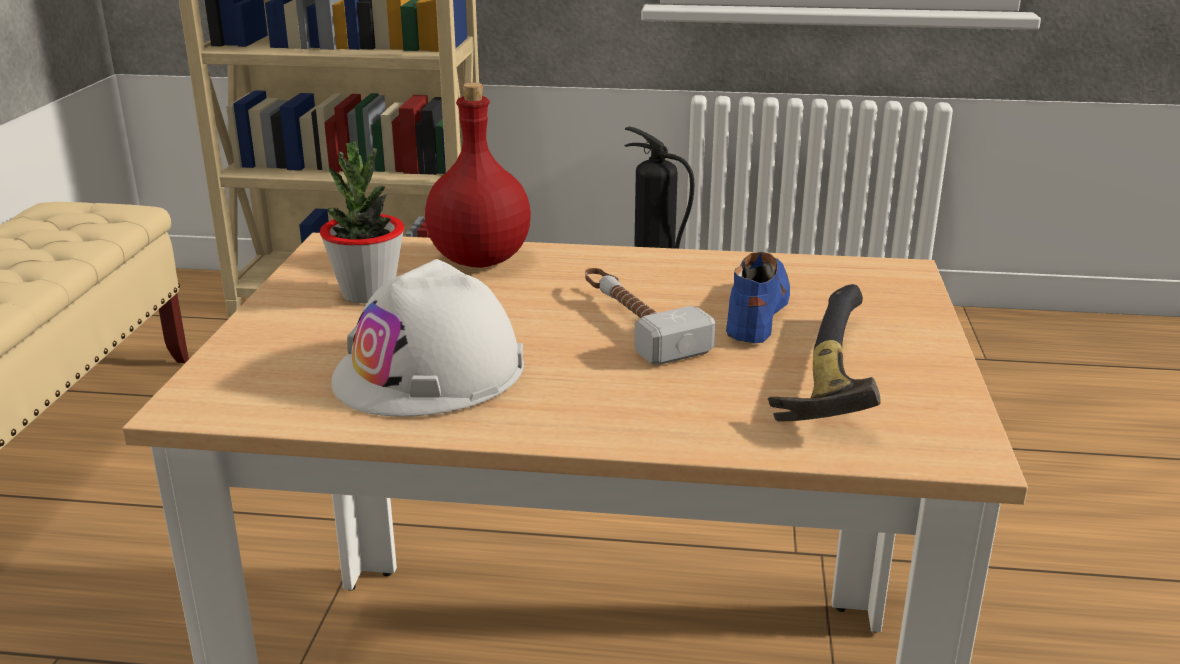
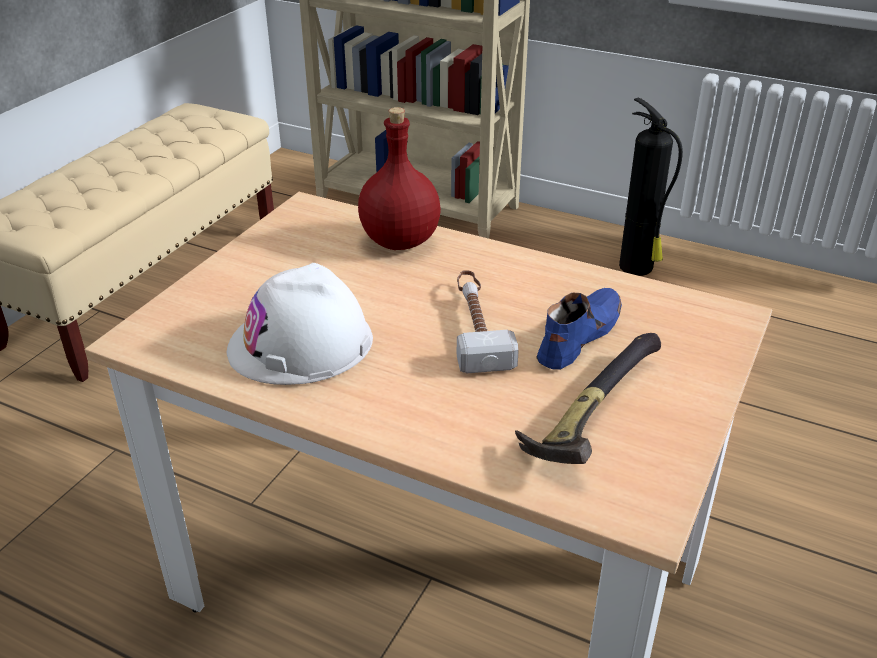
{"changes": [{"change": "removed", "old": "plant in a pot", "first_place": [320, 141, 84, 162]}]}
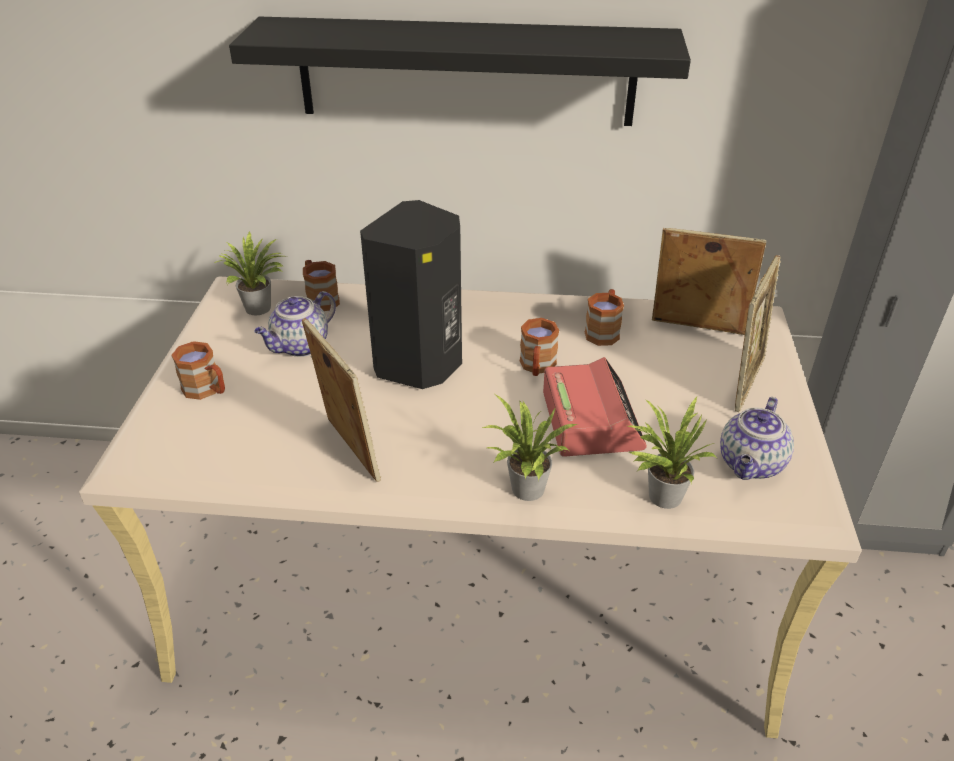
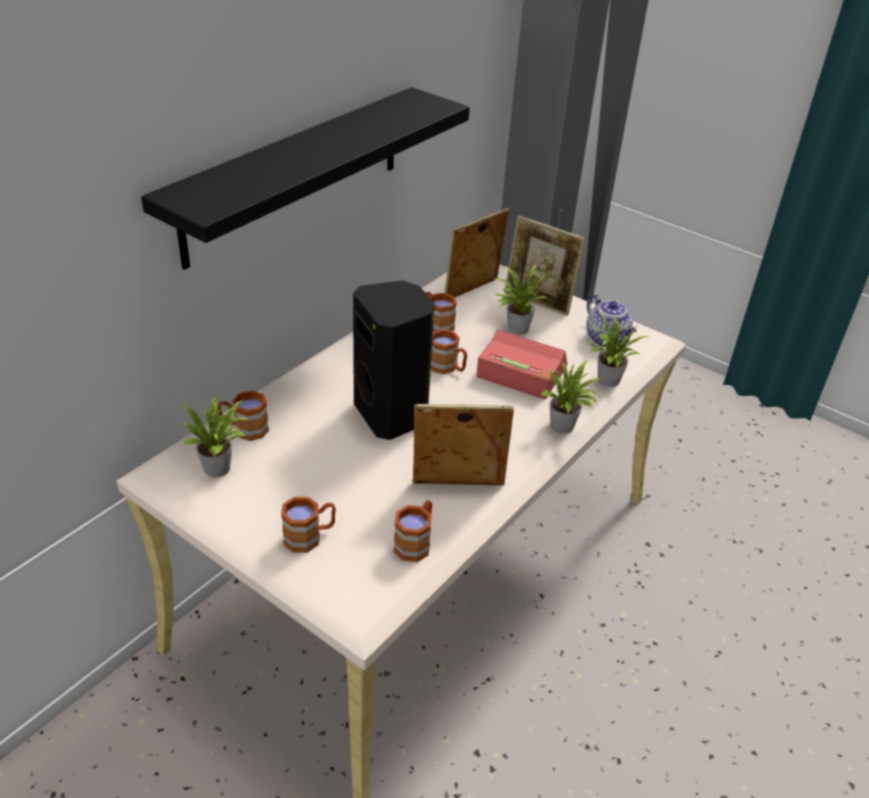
{"changes": [{"change": "removed", "old": "tea pot", "first_place": [254, 291, 82, 66]}, {"change": "added", "new": "tea mug in brown", "second_place": [393, 500, 39, 62]}, {"change": "added", "new": "plant in a pot", "second_place": [494, 264, 54, 71]}, {"change": "turned", "old": "photo frame", "first_place": [735, 255, 46, 157], "second_place": [504, 216, 82, 100], "degrees": 150}]}
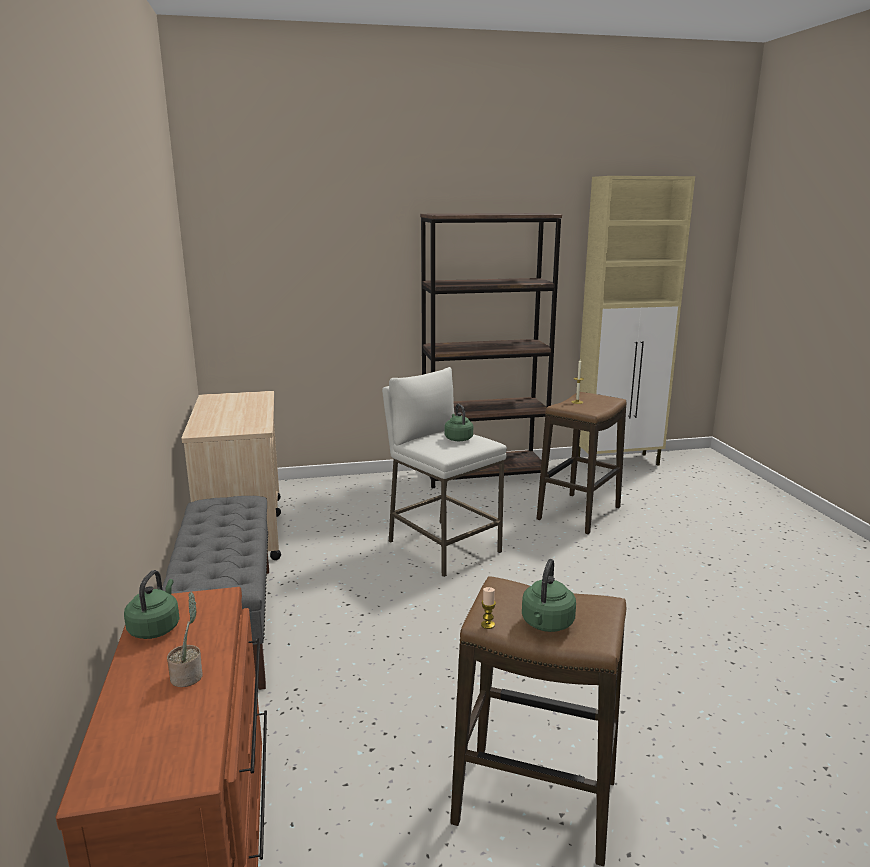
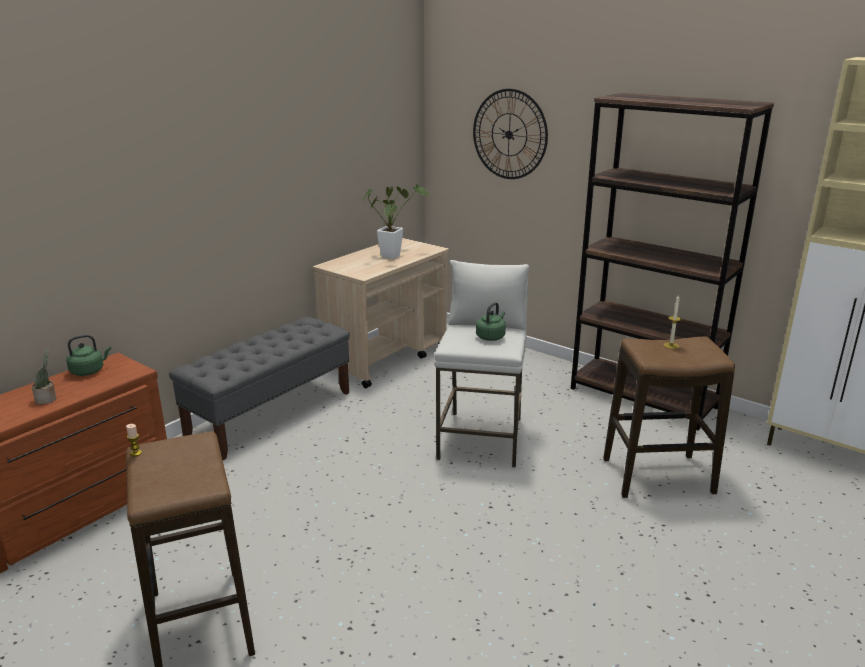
{"changes": [{"change": "removed", "old": "tea kettle in greenish", "first_place": [522, 559, 54, 73]}, {"change": "added", "new": "plant in a pot", "second_place": [363, 184, 66, 75]}, {"change": "added", "new": "hanging clock", "second_place": [473, 89, 75, 90]}]}
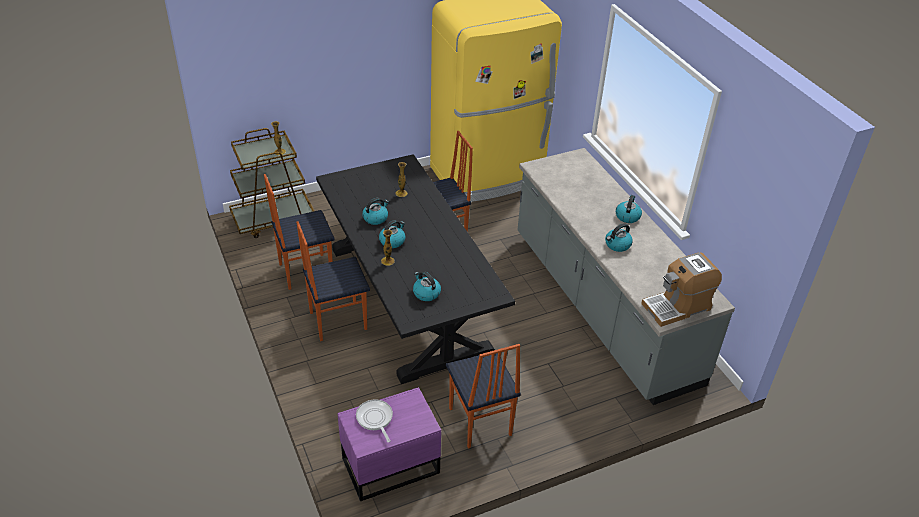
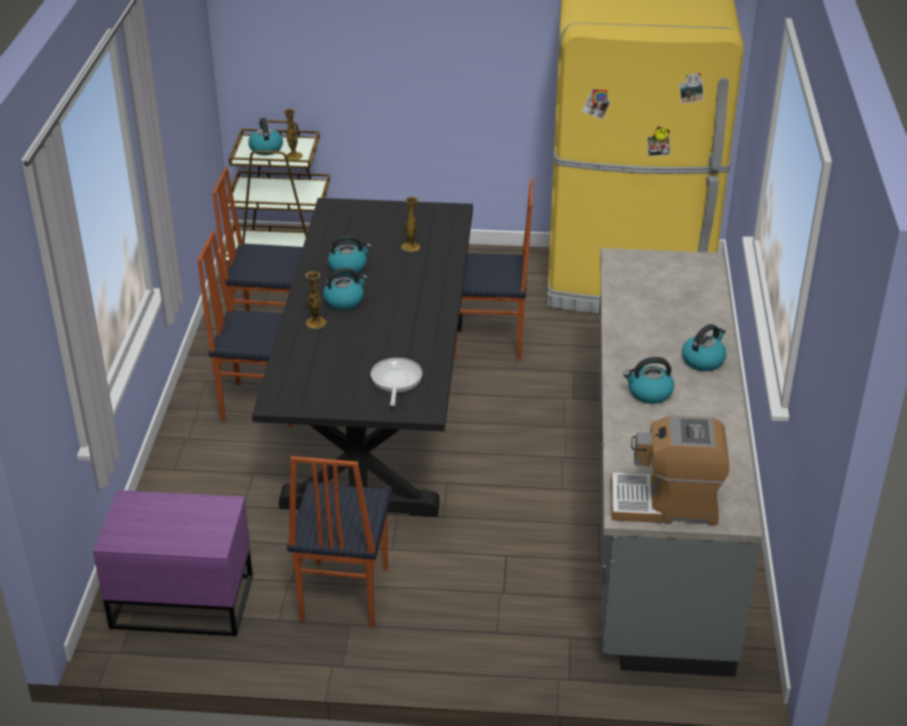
{"changes": [{"change": "moved", "old": "pan", "first_place": [356, 399, 37, 43], "second_place": [371, 358, 51, 48]}, {"change": "moved", "old": "tea kettle", "first_place": [413, 271, 28, 30], "second_place": [248, 118, 35, 37]}]}
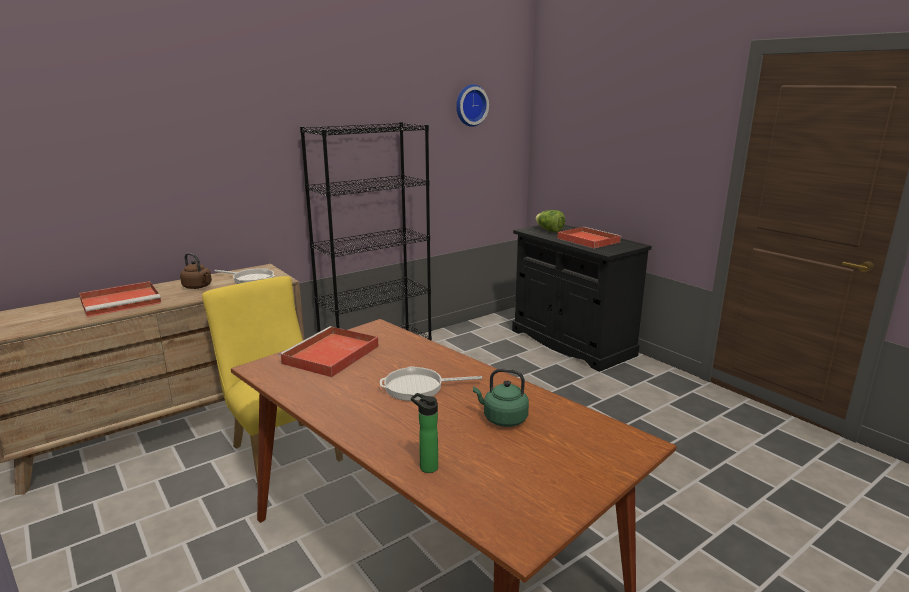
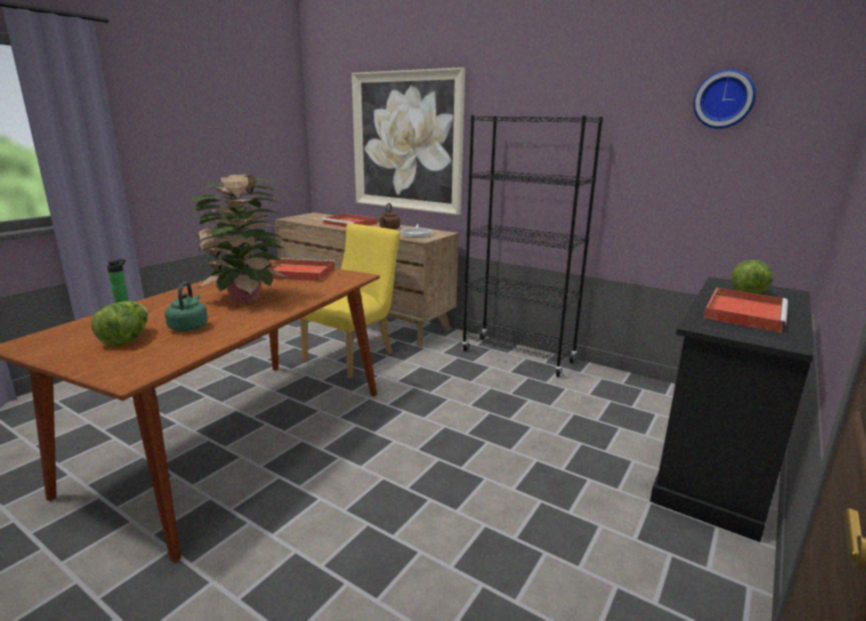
{"changes": [{"change": "added", "new": "lettuce head", "second_place": [91, 301, 57, 46]}, {"change": "added", "new": "wall picture", "second_place": [352, 67, 113, 148]}, {"change": "replaced", "old": "pan", "new": "plant in a pot", "first_place": [380, 366, 102, 35], "second_place": [190, 174, 100, 129]}]}
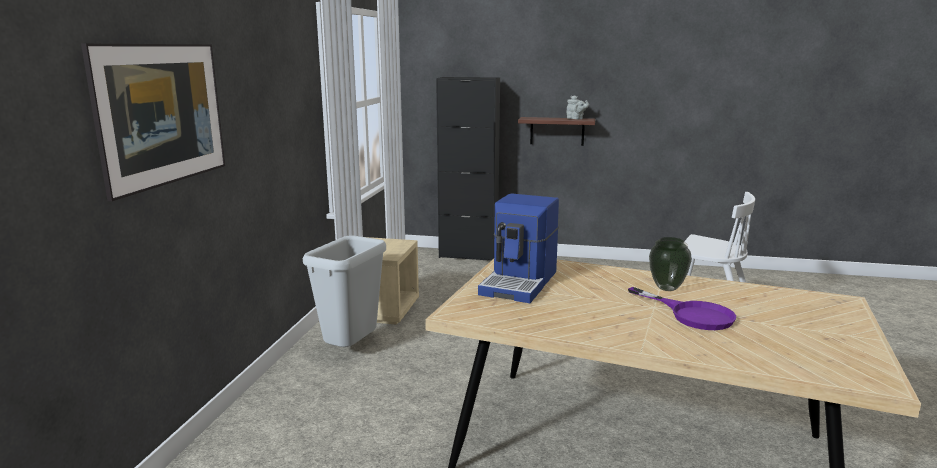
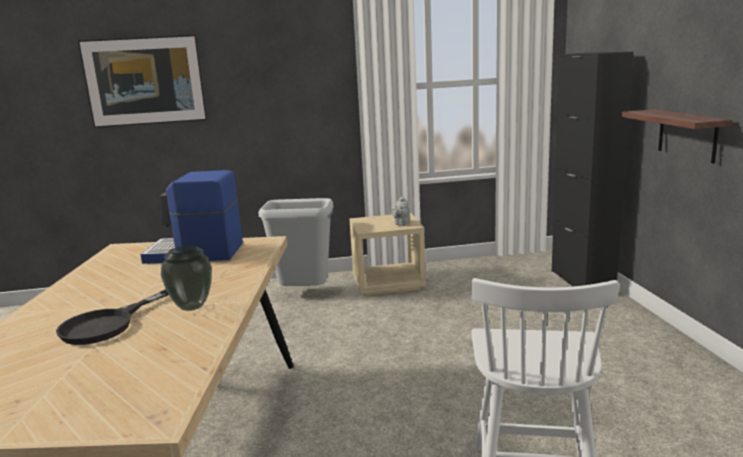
{"changes": [{"change": "moved", "old": "tea pot in gray", "first_place": [566, 95, 23, 24], "second_place": [391, 196, 19, 30]}, {"change": "recoloured", "old": "pan in purple-coloured", "new": "pan in black", "first_place": [628, 287, 108, 43], "second_place": [56, 289, 113, 56]}]}
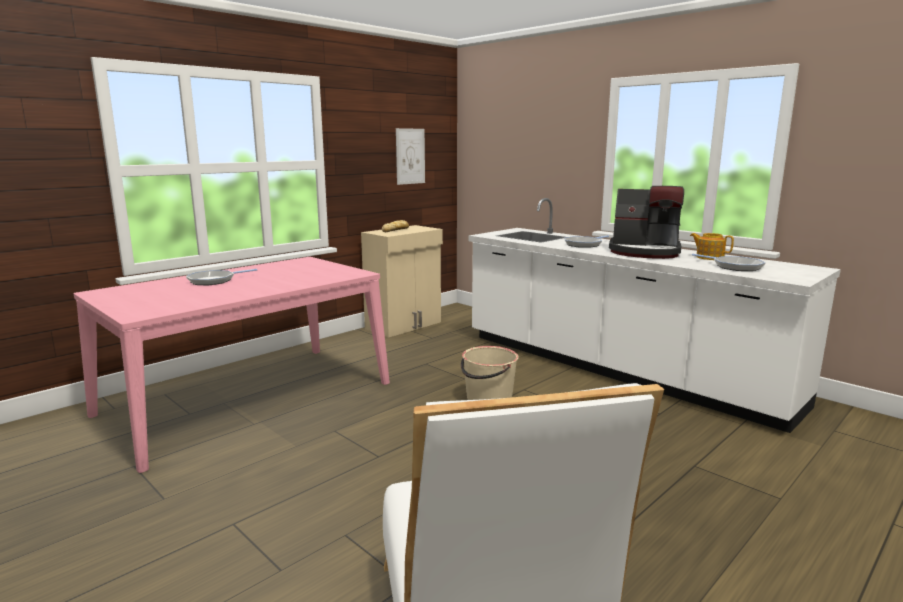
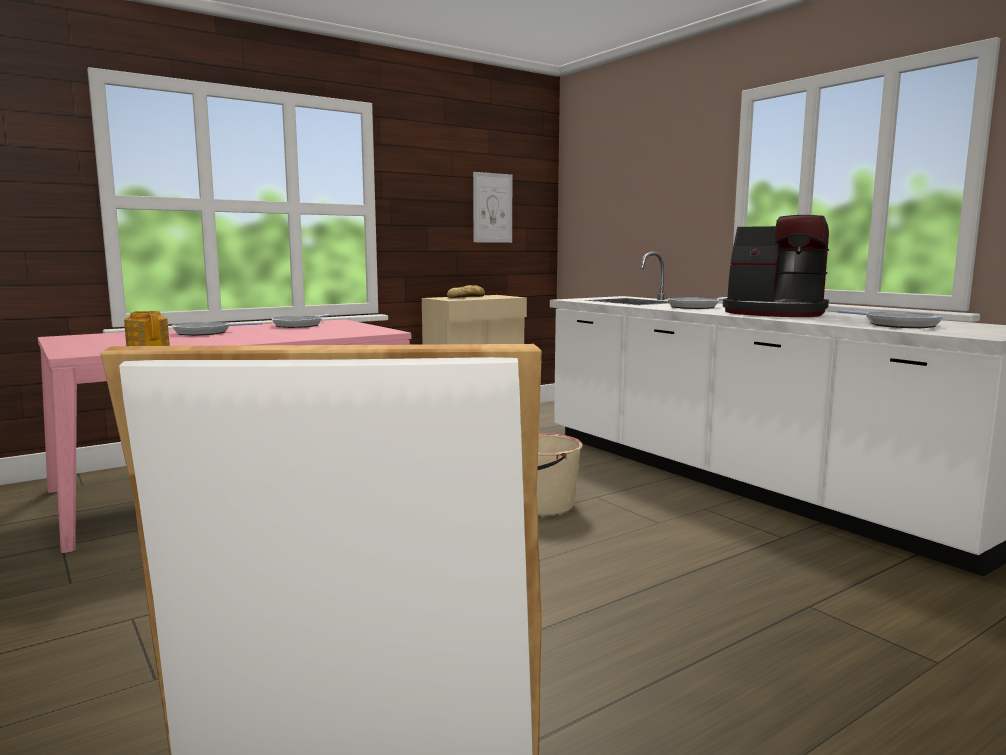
{"changes": [{"change": "added", "new": "pan", "second_place": [272, 314, 59, 14]}, {"change": "moved", "old": "tea pot", "first_place": [690, 233, 44, 27], "second_place": [124, 311, 46, 35]}]}
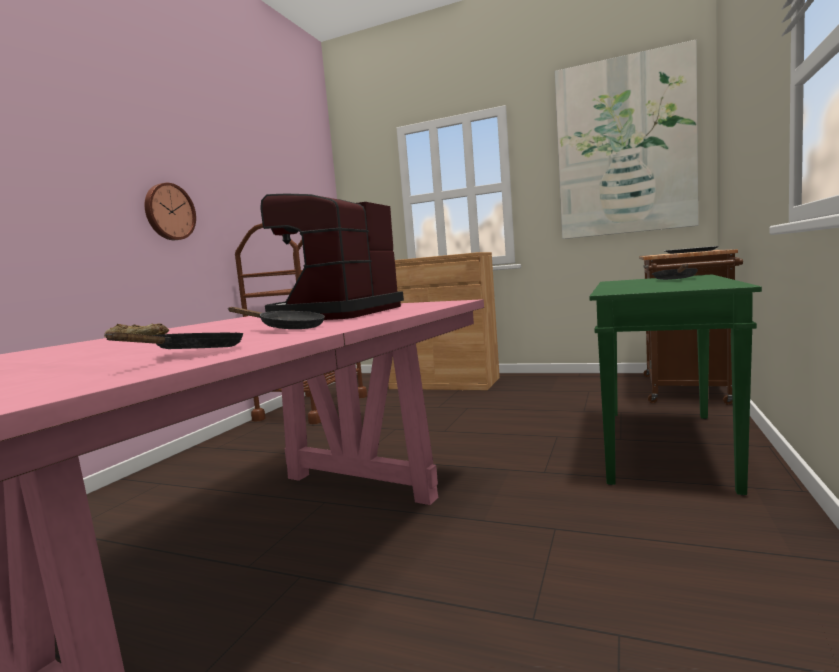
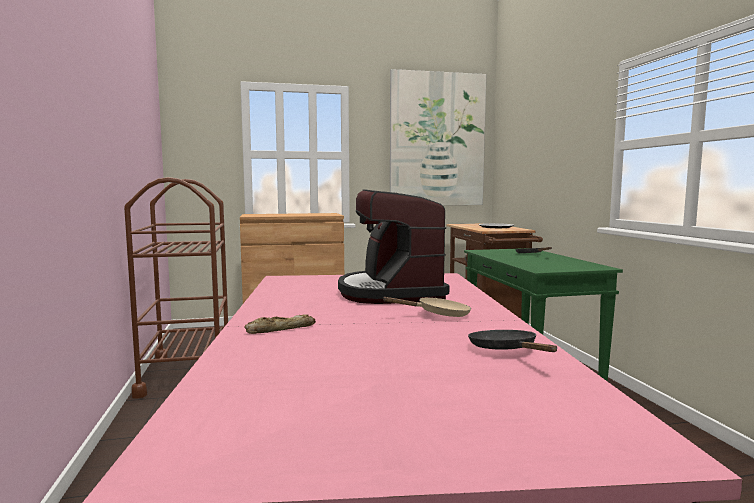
{"changes": [{"change": "removed", "old": "hanging clock", "first_place": [145, 183, 51, 57]}, {"change": "recoloured", "old": "pan in black", "new": "pan in beige-coloured", "first_place": [228, 307, 97, 22], "second_place": [383, 297, 88, 20]}]}
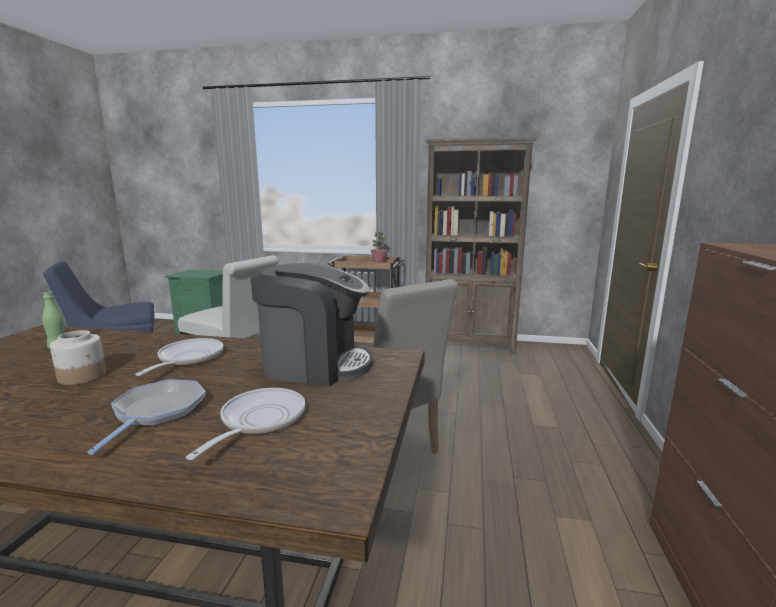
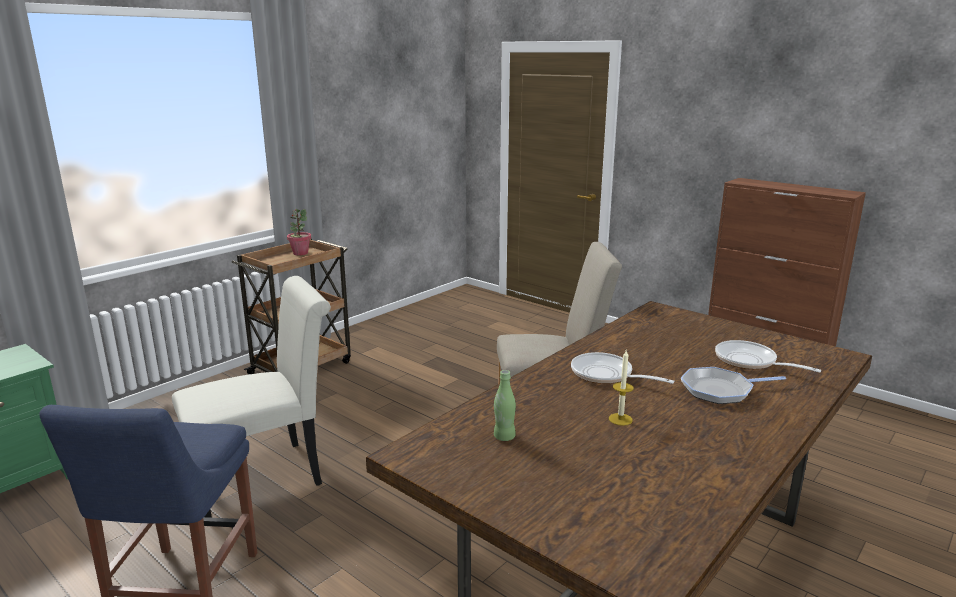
{"changes": [{"change": "removed", "old": "coffee maker", "first_place": [251, 263, 123, 123]}, {"change": "removed", "old": "bookcase in brown", "first_place": [425, 137, 112, 216]}, {"change": "replaced", "old": "storage jar", "new": "candle", "first_place": [50, 330, 56, 55], "second_place": [609, 350, 25, 76]}, {"change": "turned", "old": "pan", "first_place": [87, 379, 119, 76], "second_place": [681, 367, 105, 37], "degrees": -45}]}
